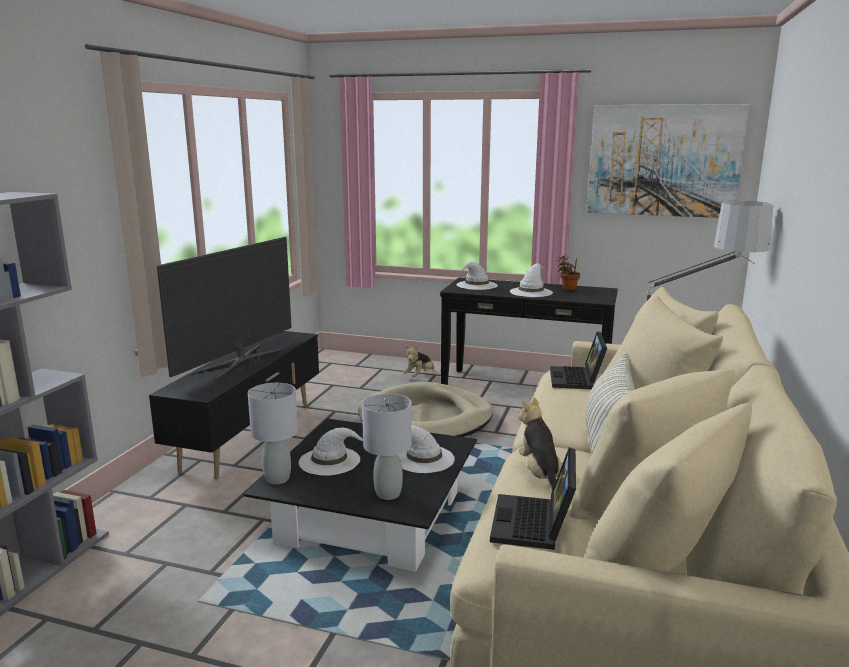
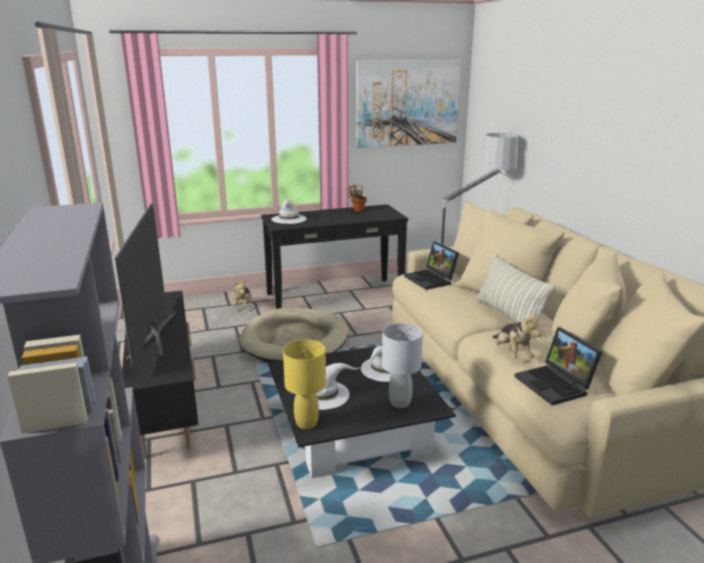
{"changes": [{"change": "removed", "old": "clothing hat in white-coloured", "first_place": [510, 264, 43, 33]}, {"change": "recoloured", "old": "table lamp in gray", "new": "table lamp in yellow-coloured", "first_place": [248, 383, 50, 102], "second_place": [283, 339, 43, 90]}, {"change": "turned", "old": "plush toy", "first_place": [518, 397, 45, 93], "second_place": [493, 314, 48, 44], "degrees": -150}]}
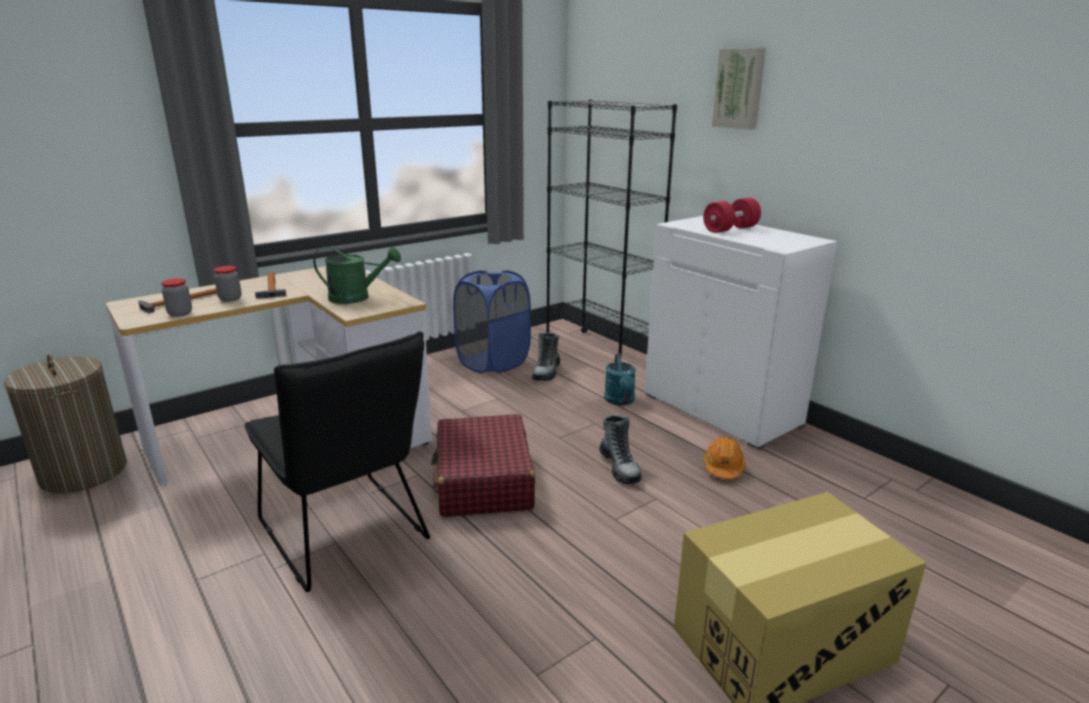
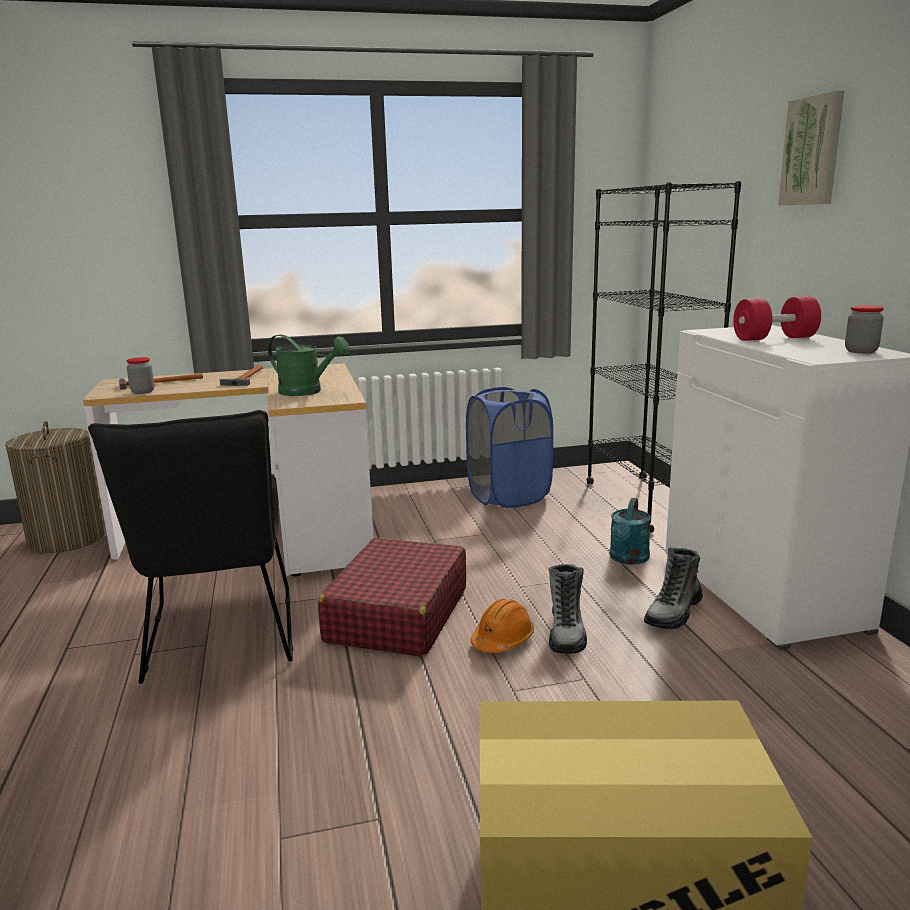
{"changes": [{"change": "moved", "old": "storage jar", "first_place": [214, 266, 28, 36], "second_place": [845, 305, 39, 49]}, {"change": "moved", "old": "boot", "first_place": [532, 333, 28, 48], "second_place": [644, 547, 59, 82]}, {"change": "moved", "old": "work helmet in orange", "first_place": [703, 437, 43, 42], "second_place": [470, 599, 64, 54]}]}
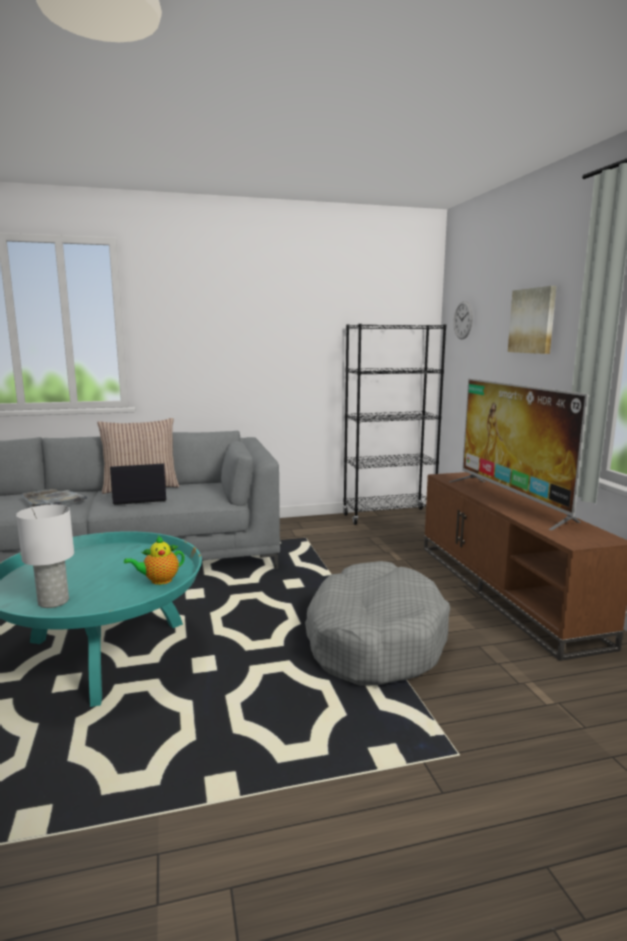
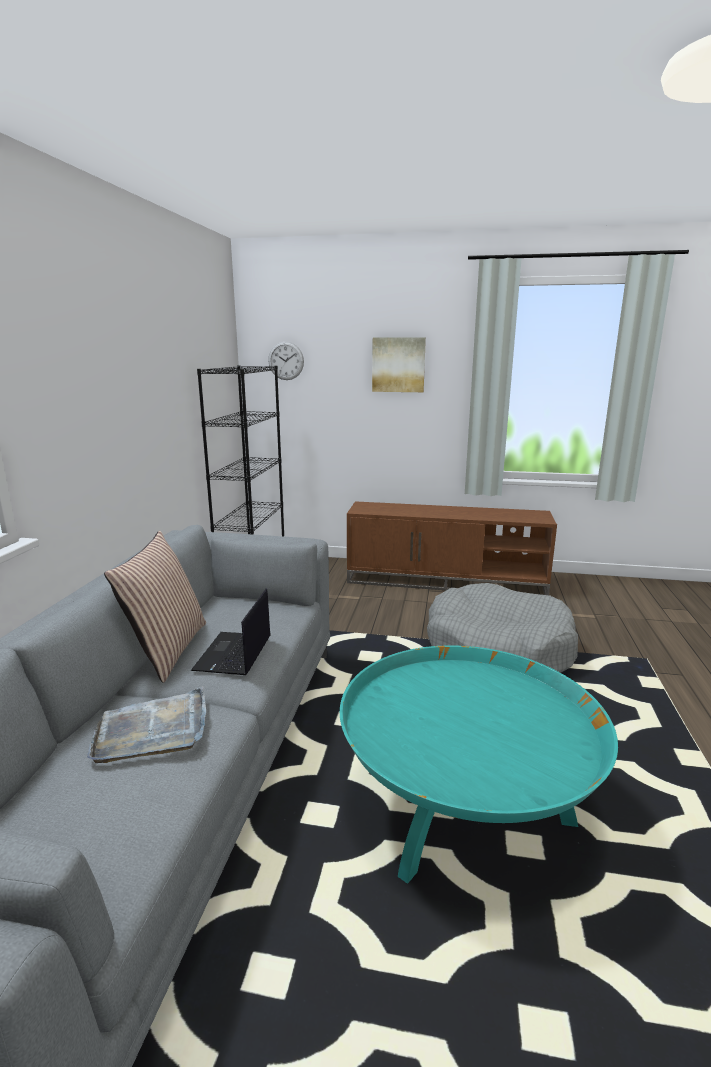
{"changes": [{"change": "removed", "old": "table lamp in white-coloured", "first_place": [16, 505, 58, 103]}, {"change": "removed", "old": "tea pot", "first_place": [124, 536, 61, 49]}, {"change": "removed", "old": "TV", "first_place": [449, 378, 140, 152]}]}
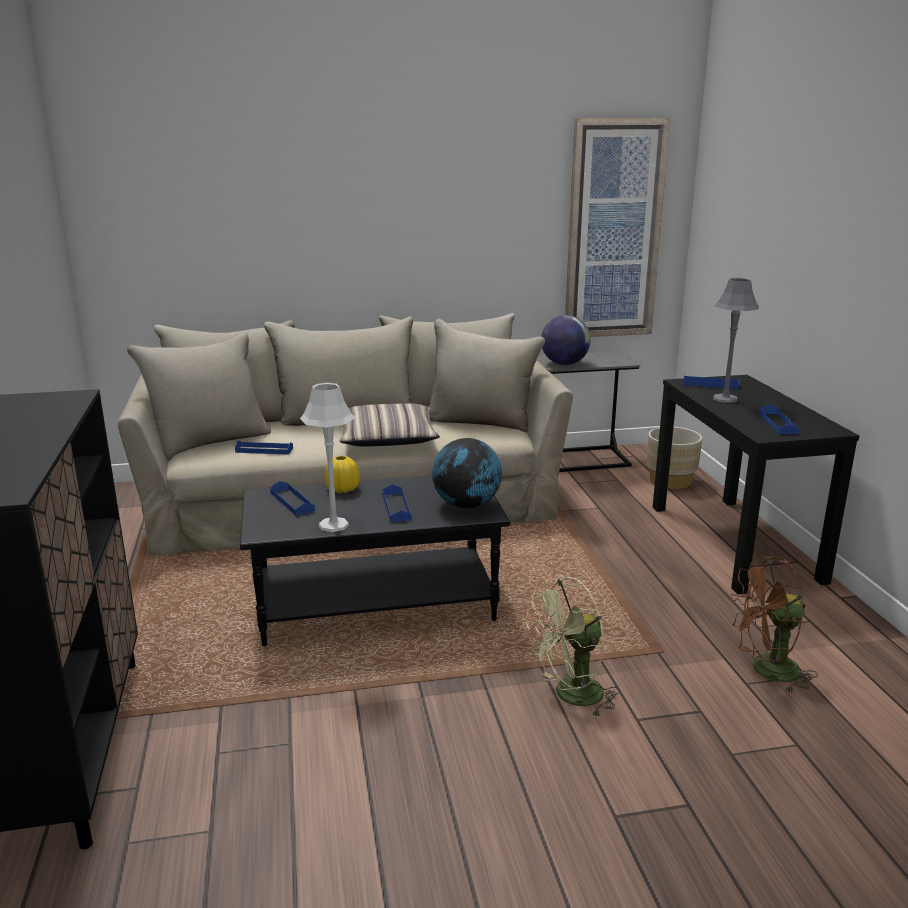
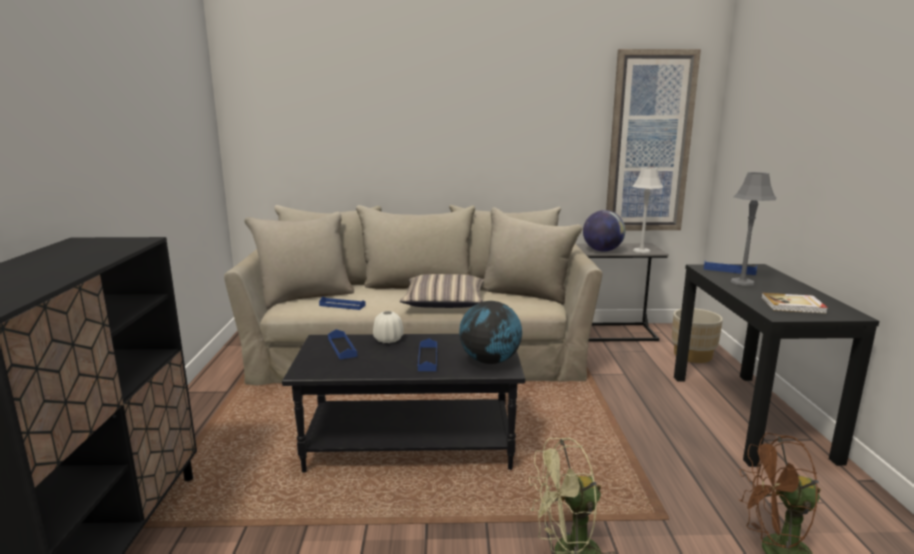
{"changes": [{"change": "moved", "old": "table lamp in gray", "first_place": [300, 383, 55, 149], "second_place": [632, 168, 31, 85]}, {"change": "replaced", "old": "carrying tray in blue-coloured", "new": "volume", "first_place": [759, 404, 40, 30], "second_place": [761, 293, 67, 21]}, {"change": "recoloured", "old": "vase in yellow-coloured", "new": "vase in white-coloured", "first_place": [324, 456, 36, 37], "second_place": [373, 311, 31, 32]}]}
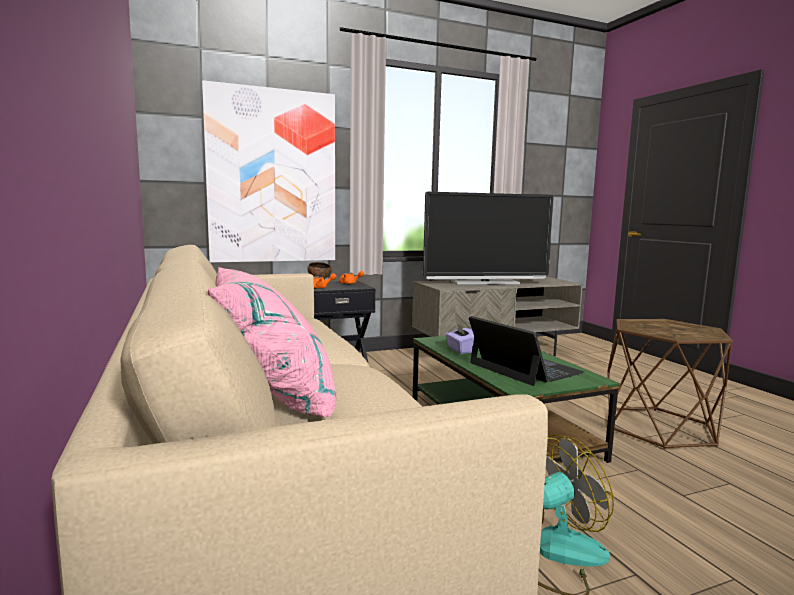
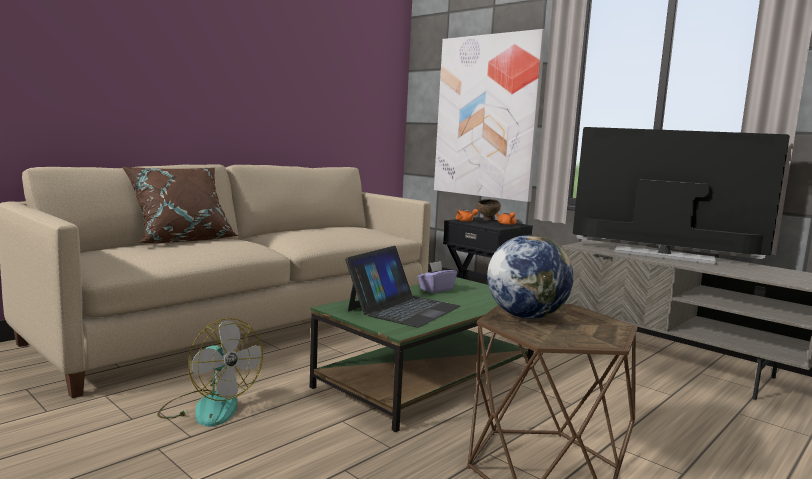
{"changes": [{"change": "added", "new": "world globe", "second_place": [487, 235, 87, 84]}, {"change": "recoloured", "old": "cushion in pink", "new": "cushion in brown", "first_place": [207, 267, 129, 150], "second_place": [122, 166, 116, 77]}, {"change": "turned", "old": "TV", "first_place": [423, 192, 131, 93], "second_place": [573, 127, 217, 137], "degrees": 150}]}
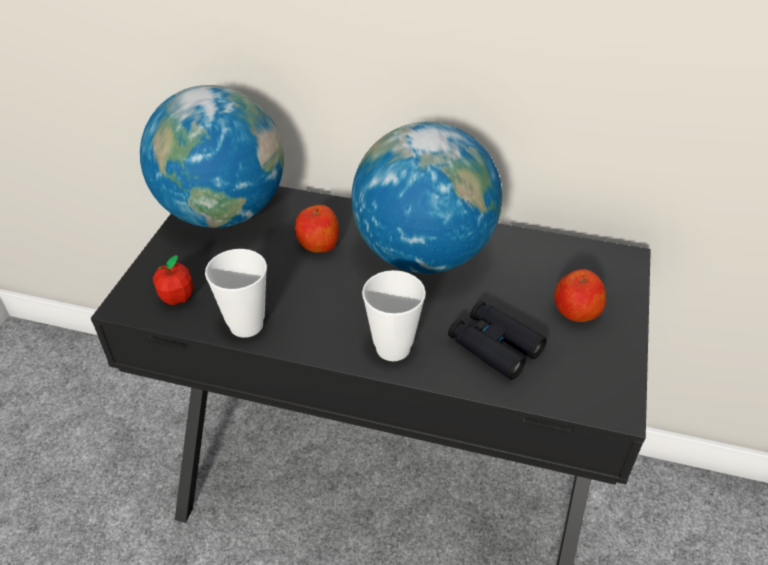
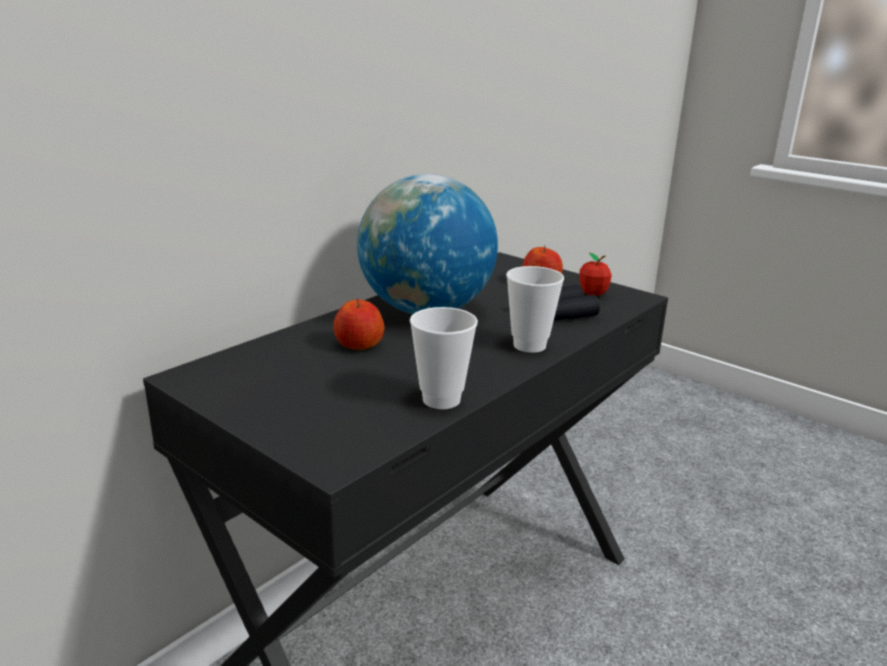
{"changes": [{"change": "removed", "old": "world globe", "first_place": [140, 85, 144, 143]}, {"change": "moved", "old": "apple", "first_place": [153, 255, 40, 50], "second_place": [579, 253, 33, 43]}]}
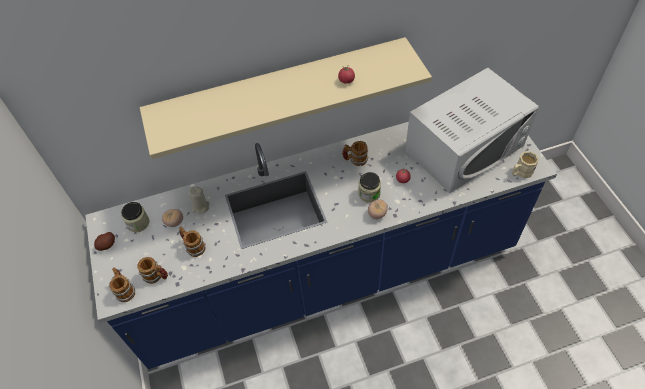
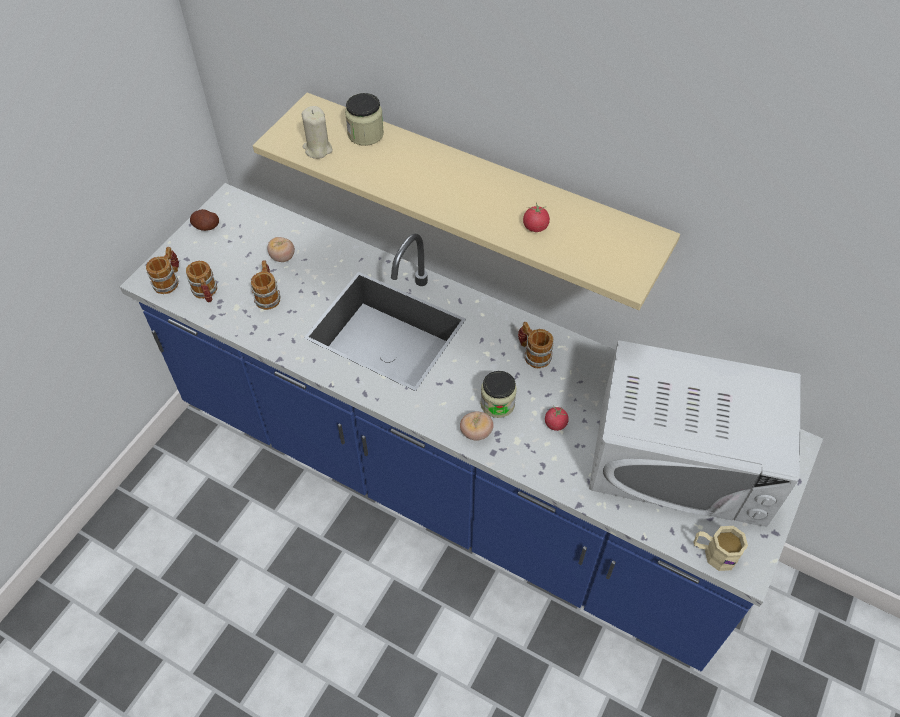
{"changes": [{"change": "moved", "old": "storage jar", "first_place": [121, 202, 29, 30], "second_place": [345, 93, 39, 53]}, {"change": "moved", "old": "candle in beige-coloured", "first_place": [189, 186, 21, 28], "second_place": [301, 106, 32, 53]}]}
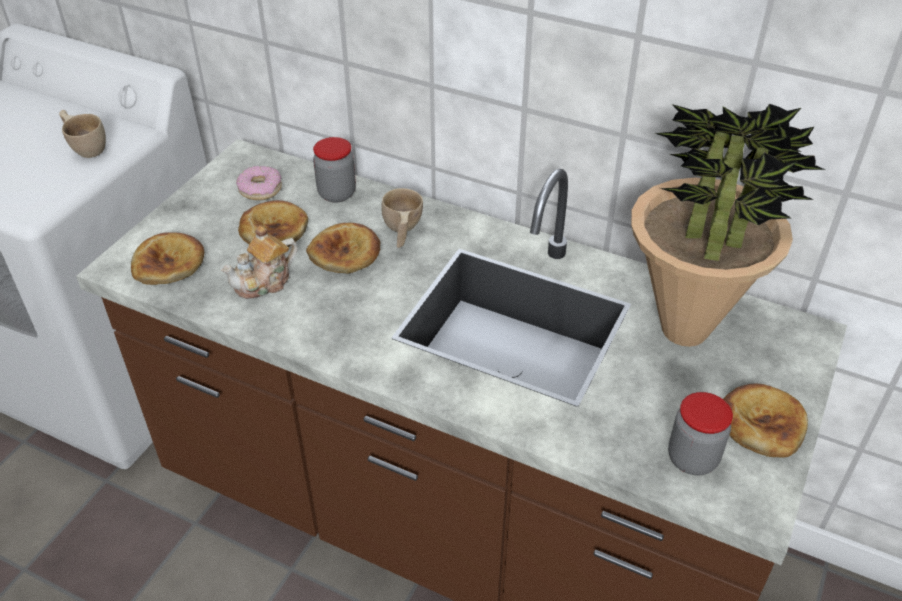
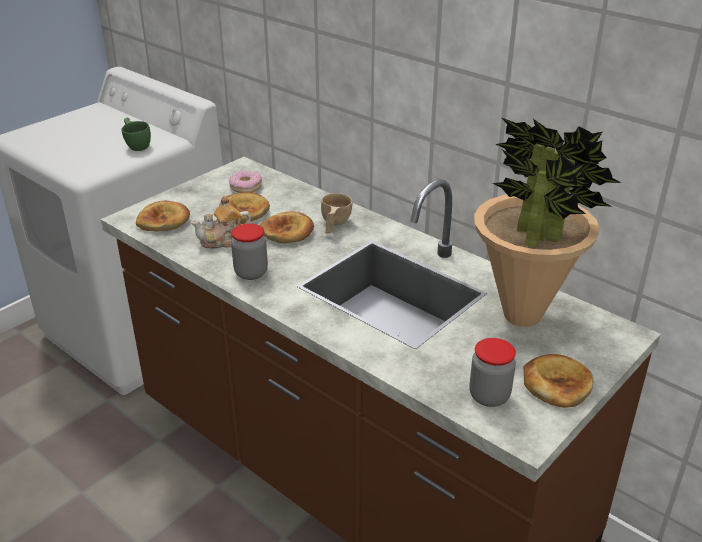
{"changes": [{"change": "moved", "old": "storage jar", "first_place": [313, 137, 43, 65], "second_place": [231, 223, 37, 57]}, {"change": "recoloured", "old": "drinking cup in beige-coloured", "new": "drinking cup in greenish", "first_place": [59, 110, 47, 48], "second_place": [122, 118, 29, 33]}]}
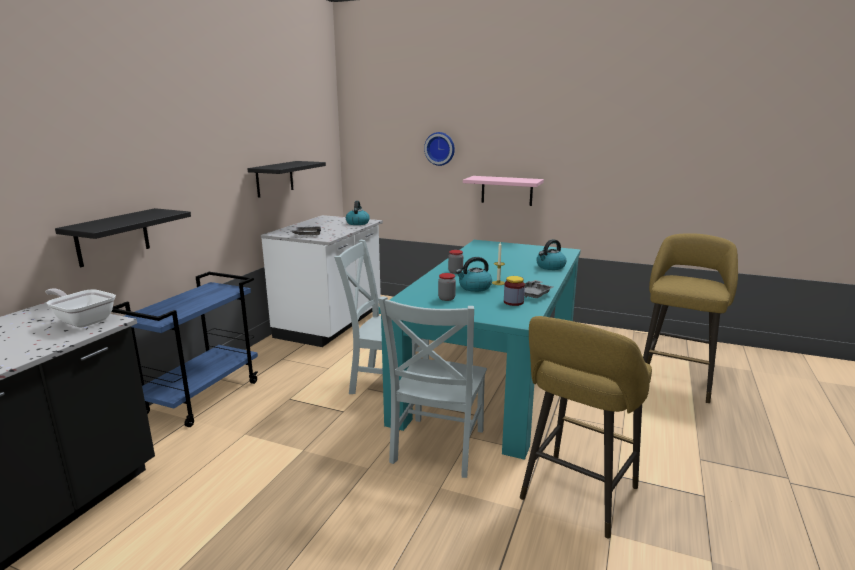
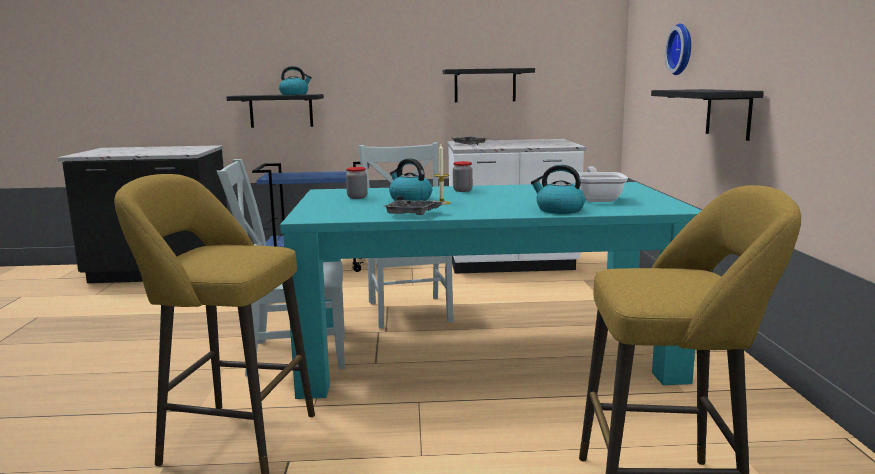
{"changes": [{"change": "removed", "old": "storage jar", "first_place": [504, 276, 21, 30]}, {"change": "moved", "old": "pan", "first_place": [45, 288, 71, 39], "second_place": [574, 166, 54, 36]}, {"change": "moved", "old": "tea kettle", "first_place": [346, 201, 24, 24], "second_place": [279, 66, 33, 29]}, {"change": "recoloured", "old": "shelf in pink", "new": "shelf in black", "first_place": [463, 176, 81, 30], "second_place": [651, 89, 113, 52]}]}
